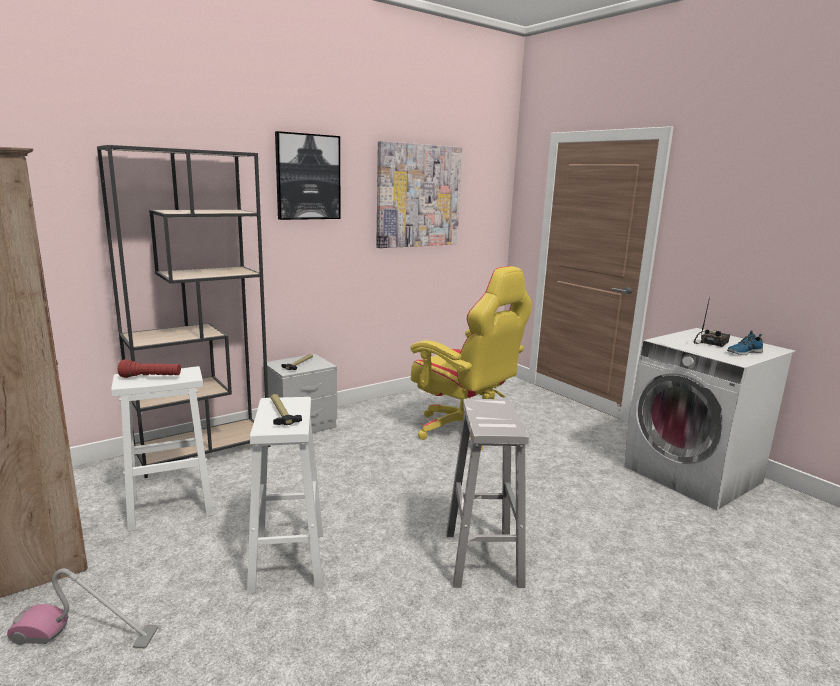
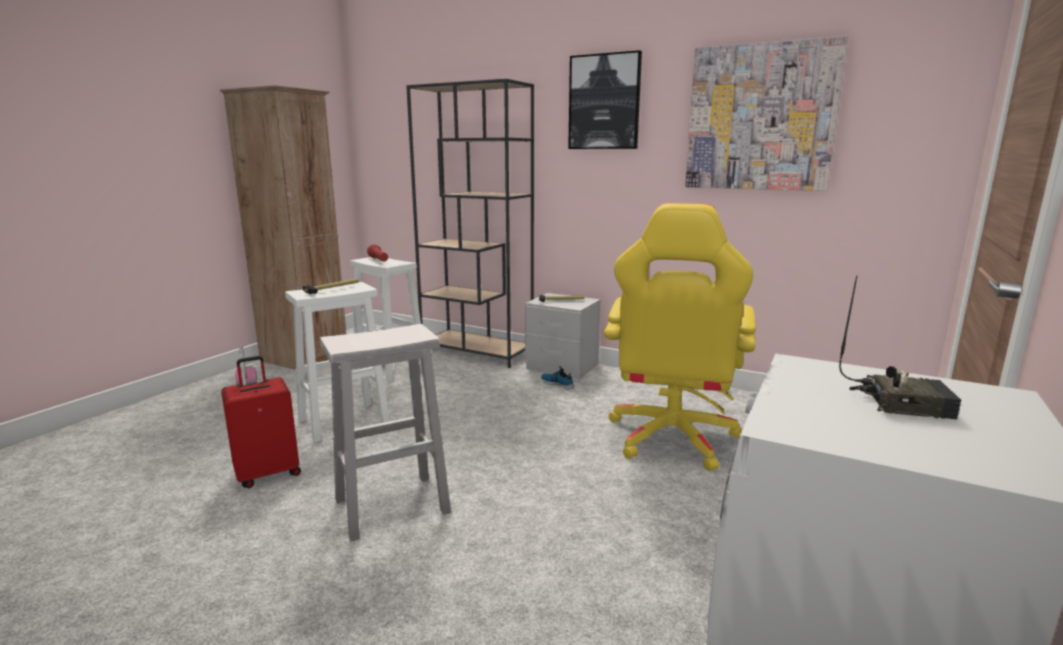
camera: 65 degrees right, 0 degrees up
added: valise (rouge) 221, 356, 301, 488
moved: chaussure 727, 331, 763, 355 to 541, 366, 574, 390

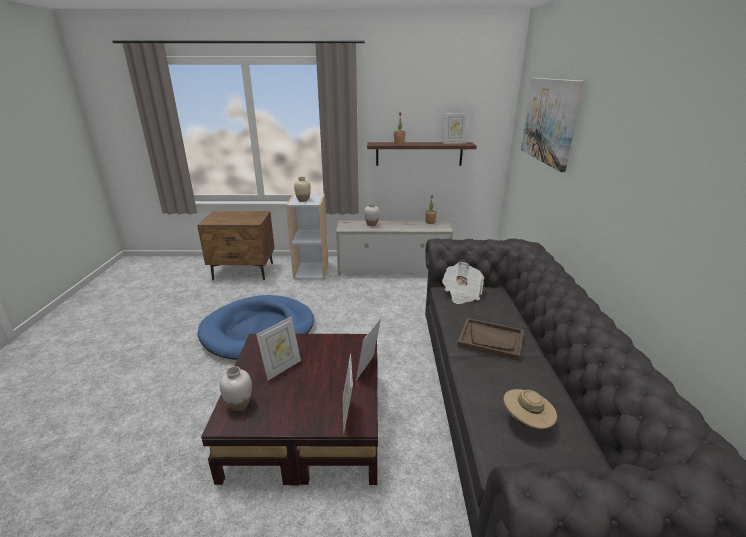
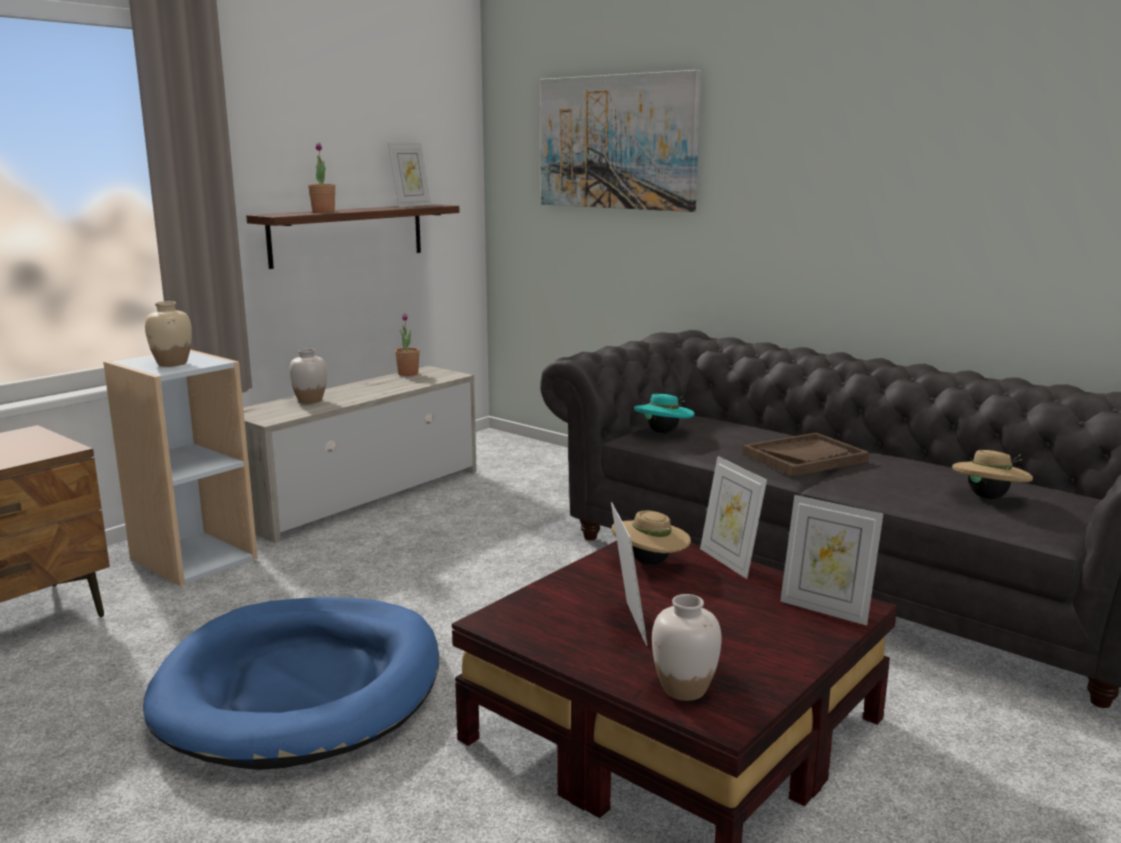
camera: 50 degrees left, 10 degrees down
added: chapeau (beige) 612, 510, 691, 565
replaced: journal 442, 262, 484, 304 to chapeau (turquoise) 634, 394, 695, 433

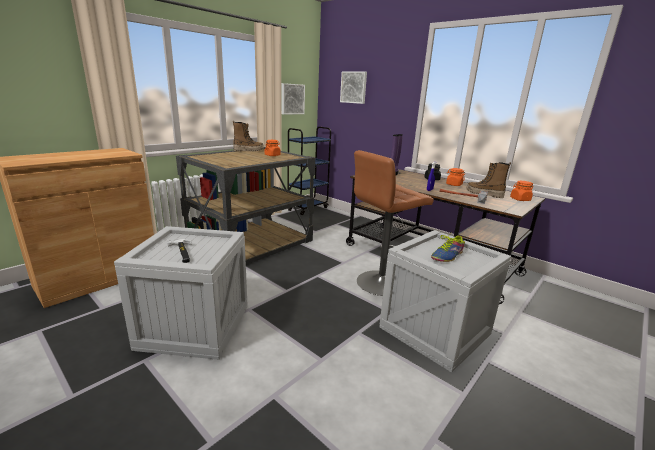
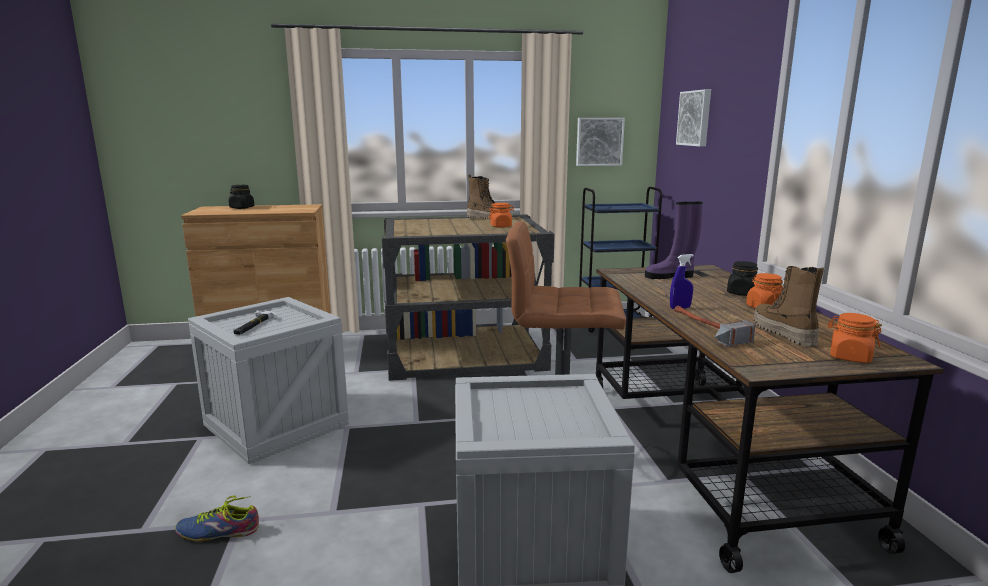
camera: 40 degrees right, 5 degrees down
added: bocal (noir) 228, 185, 254, 209
moved: chaussure 431, 232, 465, 262 to 175, 495, 259, 542

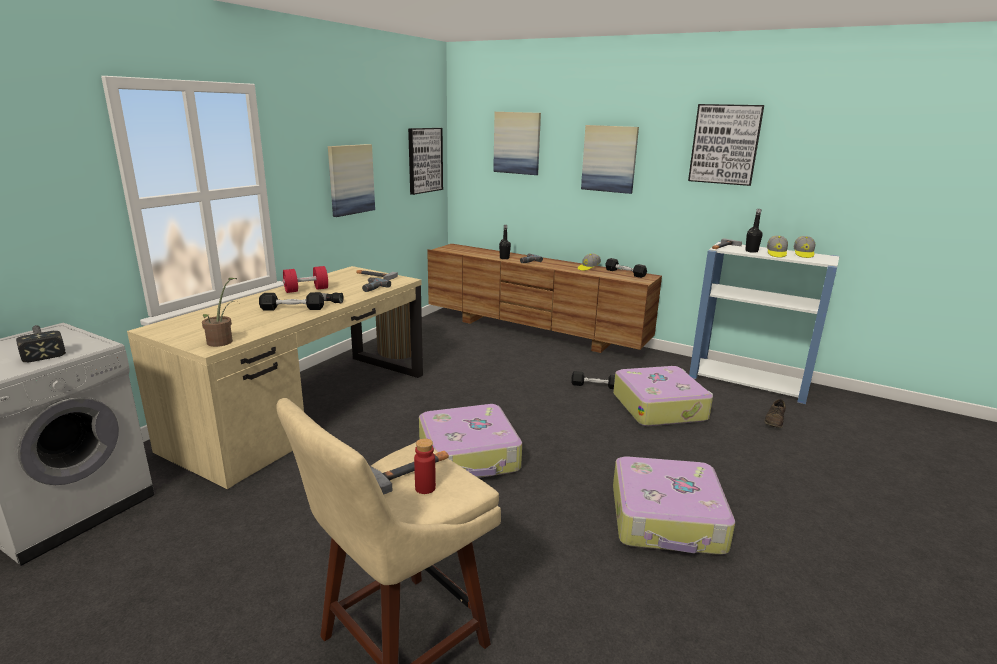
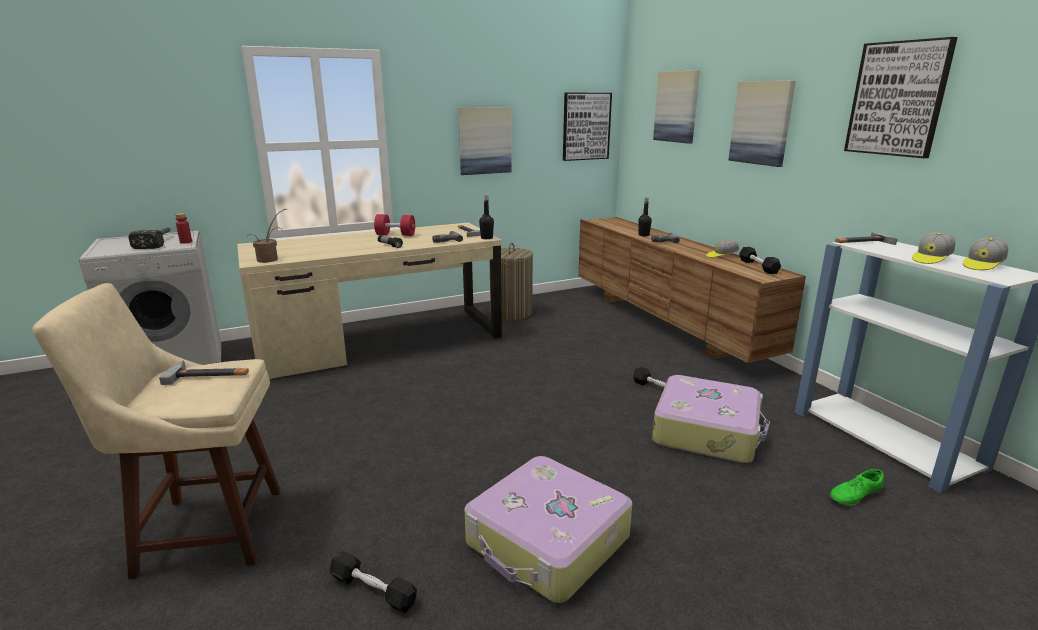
camera: 35 degrees right, 0 degrees up
removed: valise 419, 404, 522, 478
moved: bouteille (rouge) 414, 438, 436, 494 to 175, 213, 192, 244; haltère (noir) 259, 292, 324, 311 to 330, 551, 417, 613; bouteille (noir) 745, 209, 763, 253 to 479, 196, 494, 239
recoloured: chaussure (marron) 764, 399, 786, 428 to chaussure (vert) 829, 469, 884, 507

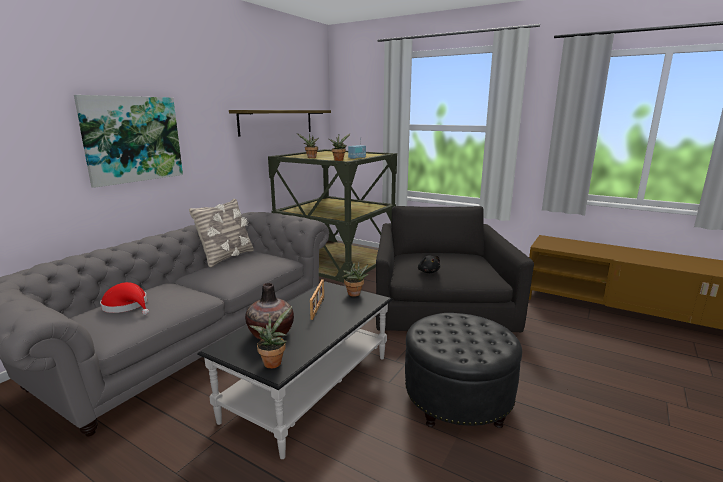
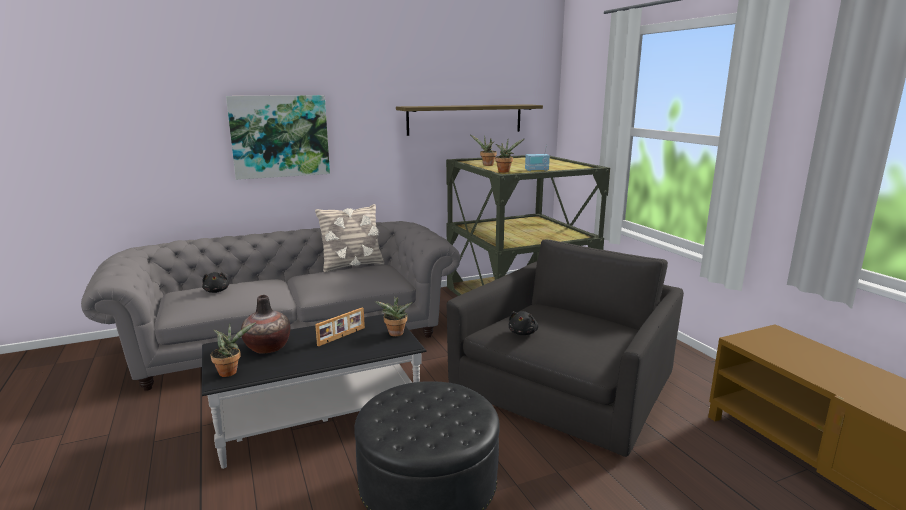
camera: 35 degrees right, 0 degrees up
replaced: chapeau (rouge) 100, 282, 149, 315 to peluche (noir) 202, 272, 230, 293

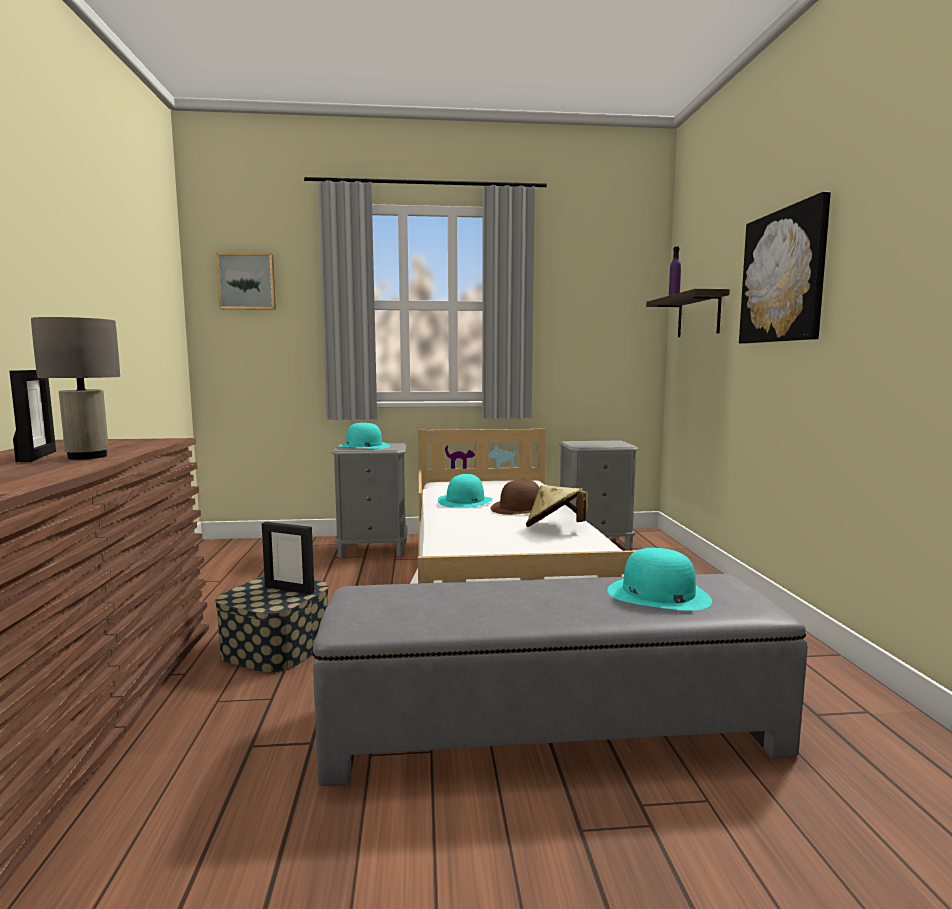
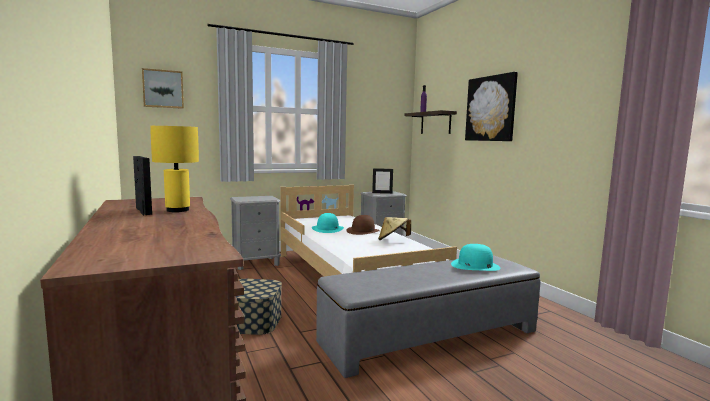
camera: 20 degrees left, 0 degrees up
removed: chapeau (turquoise) 338, 423, 390, 449
moved: cadre photo 262, 522, 315, 594 to 372, 168, 393, 193
recoloured: lampe de table (gris) 31, 317, 120, 460 to lampe de table (jaune) 150, 126, 199, 212

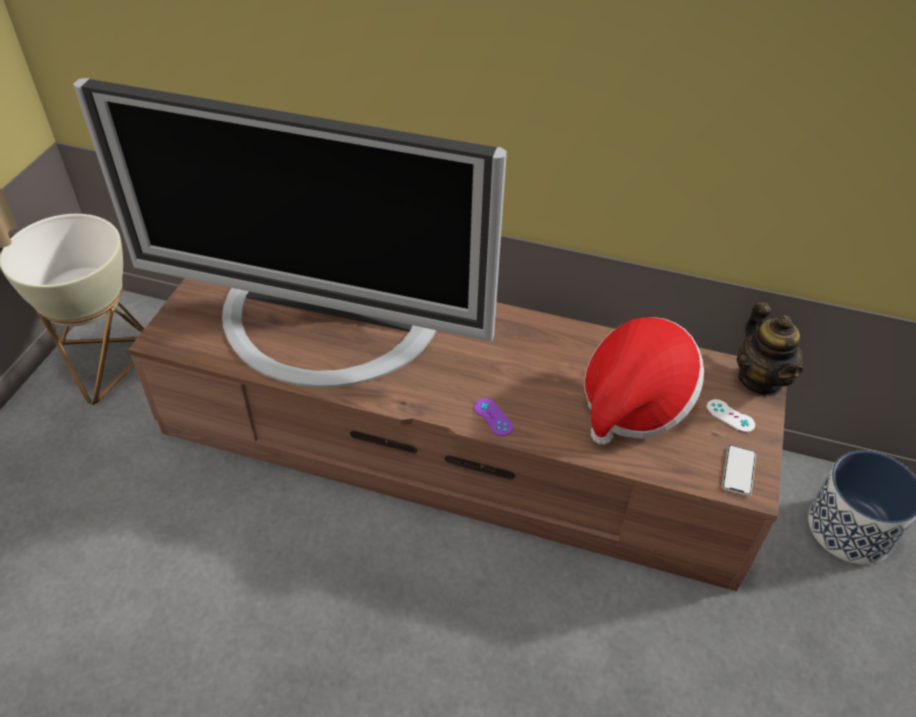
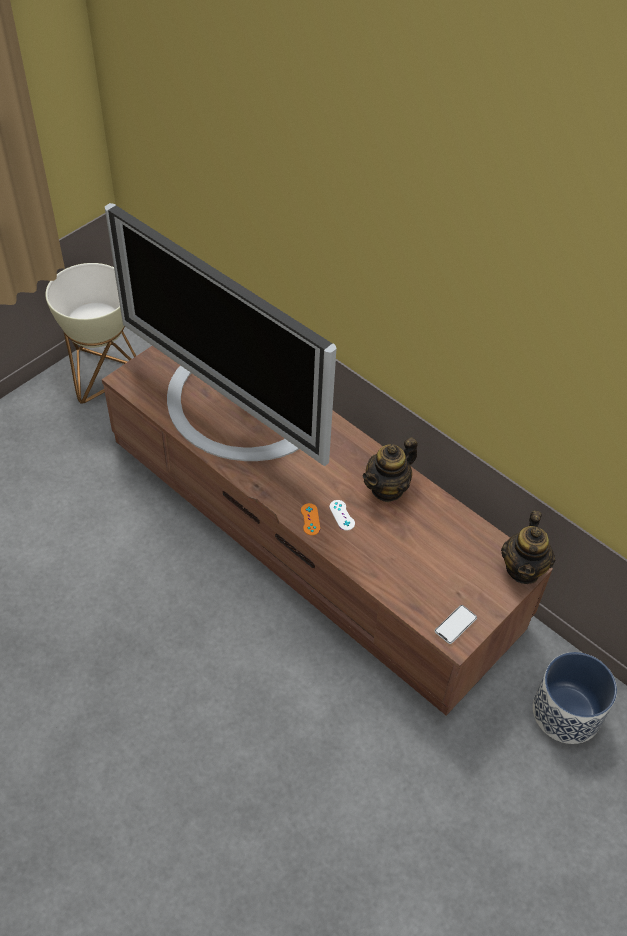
camera: 25 degrees right, 5 degrees up
removed: chapeau 584, 317, 704, 445
added: théière 363, 437, 418, 502
moved: manette (blanc) 706, 399, 755, 433 to 329, 500, 355, 531
recoloured: manette (violet) 474, 398, 513, 436 to manette (orange) 301, 503, 320, 535

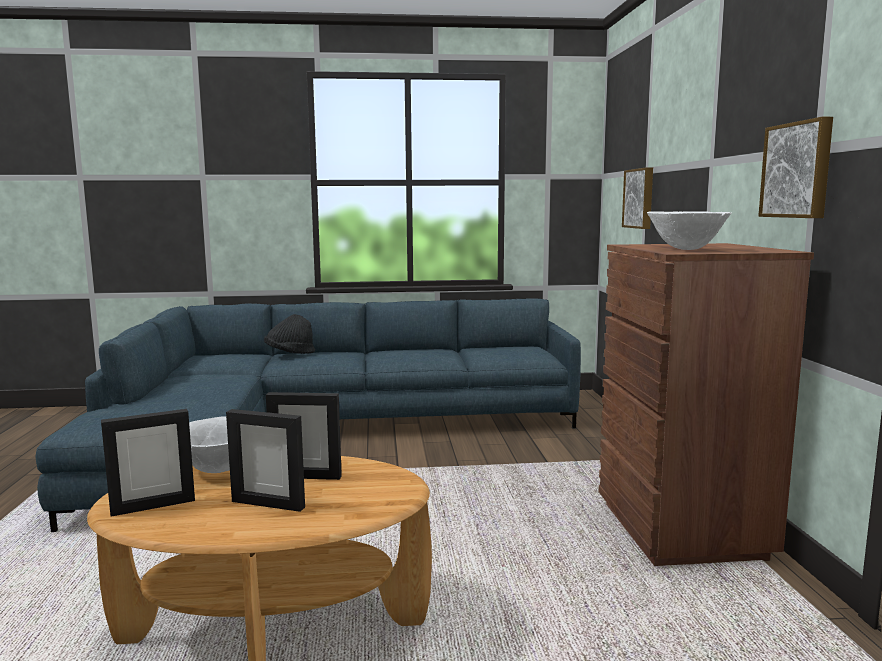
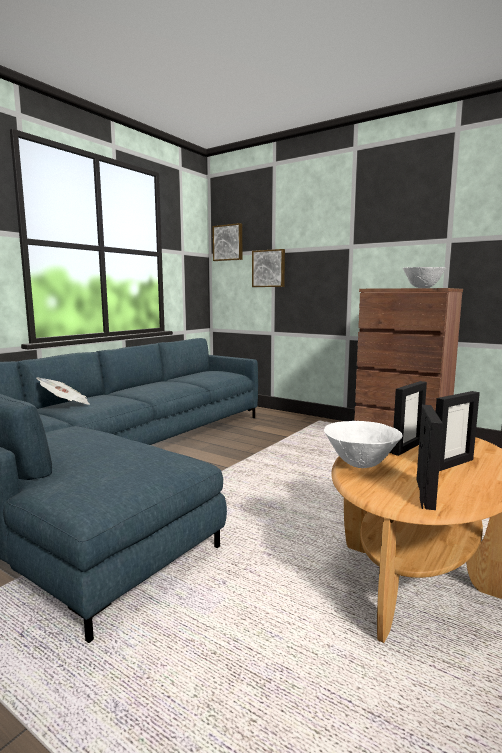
camera: 50 degrees left, 0 degrees up
moved: tableau 758, 117, 833, 218 to 212, 223, 242, 261
replaced: chapeau (noir) 264, 314, 315, 354 to journal 37, 378, 90, 405

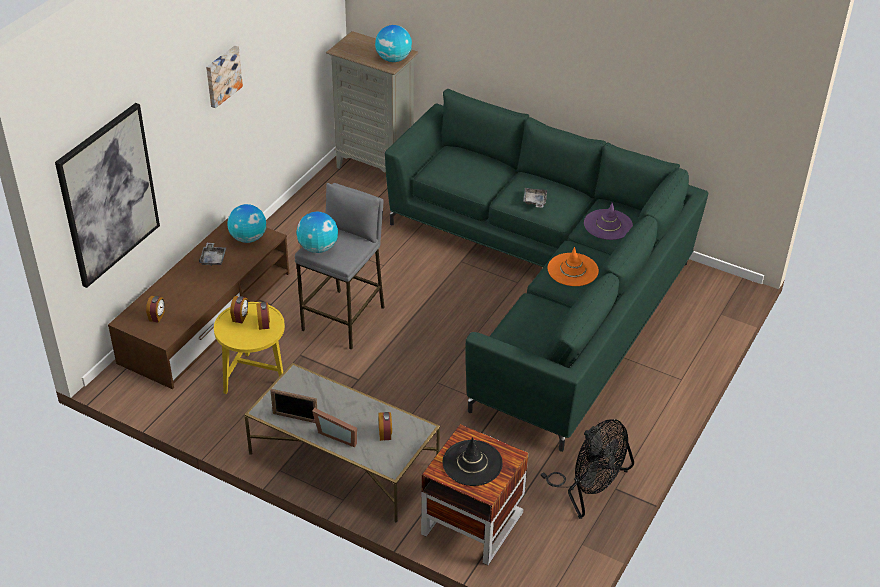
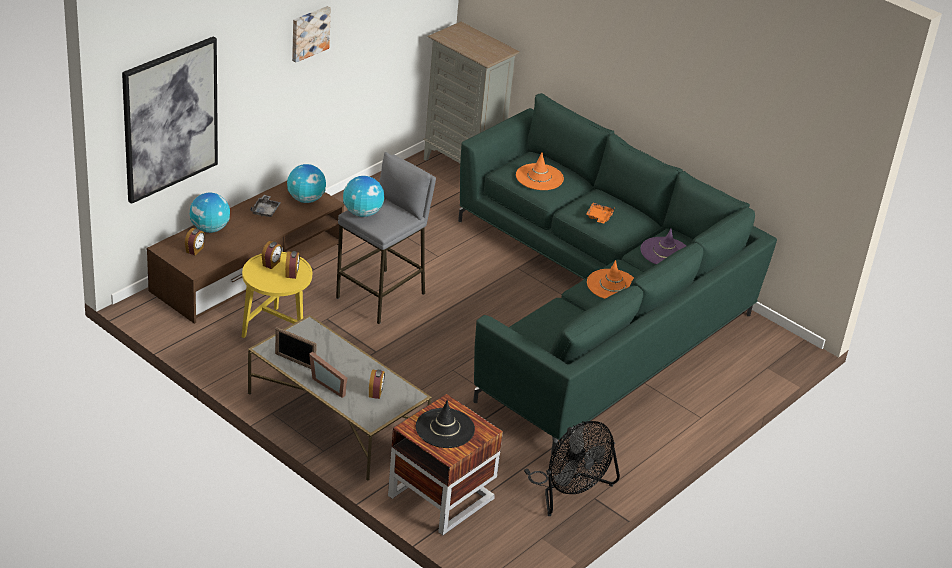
camera: 10 degrees right, 5 degrees down
added: chapeau (orange) 516, 153, 564, 190
moved: globe 375, 25, 412, 62 to 190, 193, 230, 233
recoloured: plateau (gris) 523, 188, 547, 208 to plateau (orange) 586, 203, 615, 223

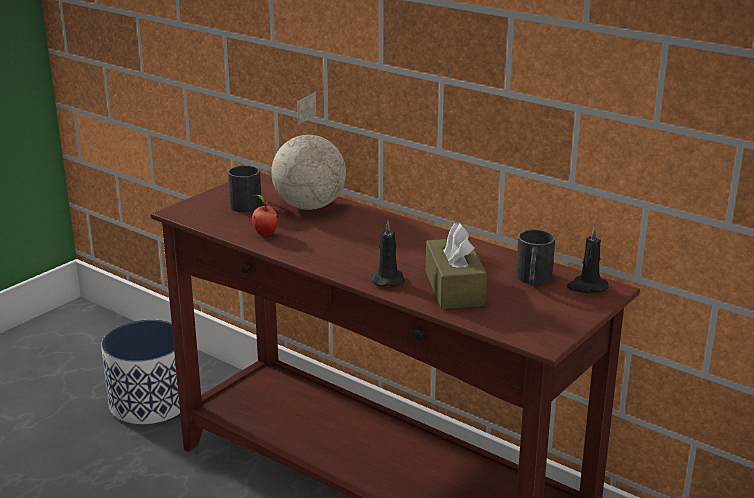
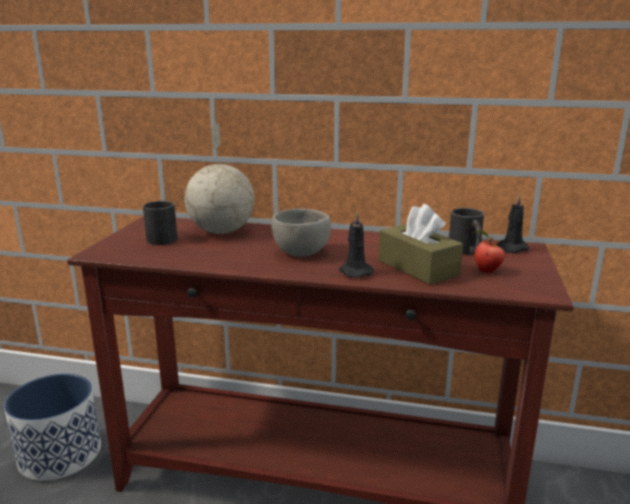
camera: 25 degrees left, 5 degrees down
added: bol (gris) 272, 209, 331, 257
moved: pomme 252, 195, 278, 236 to 473, 231, 505, 273

